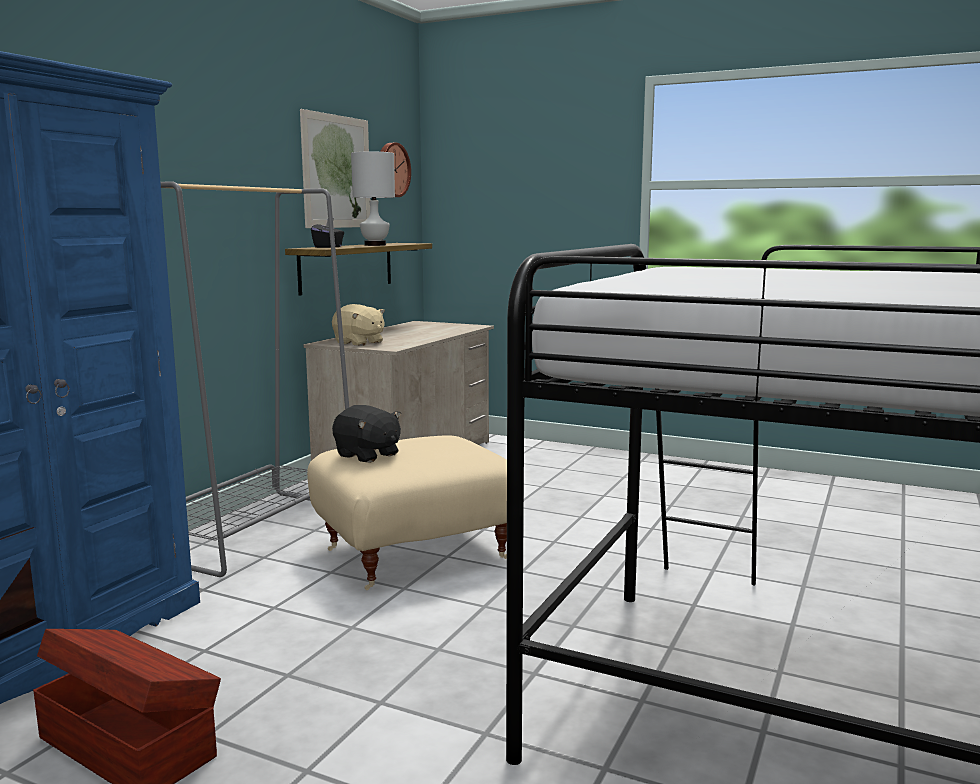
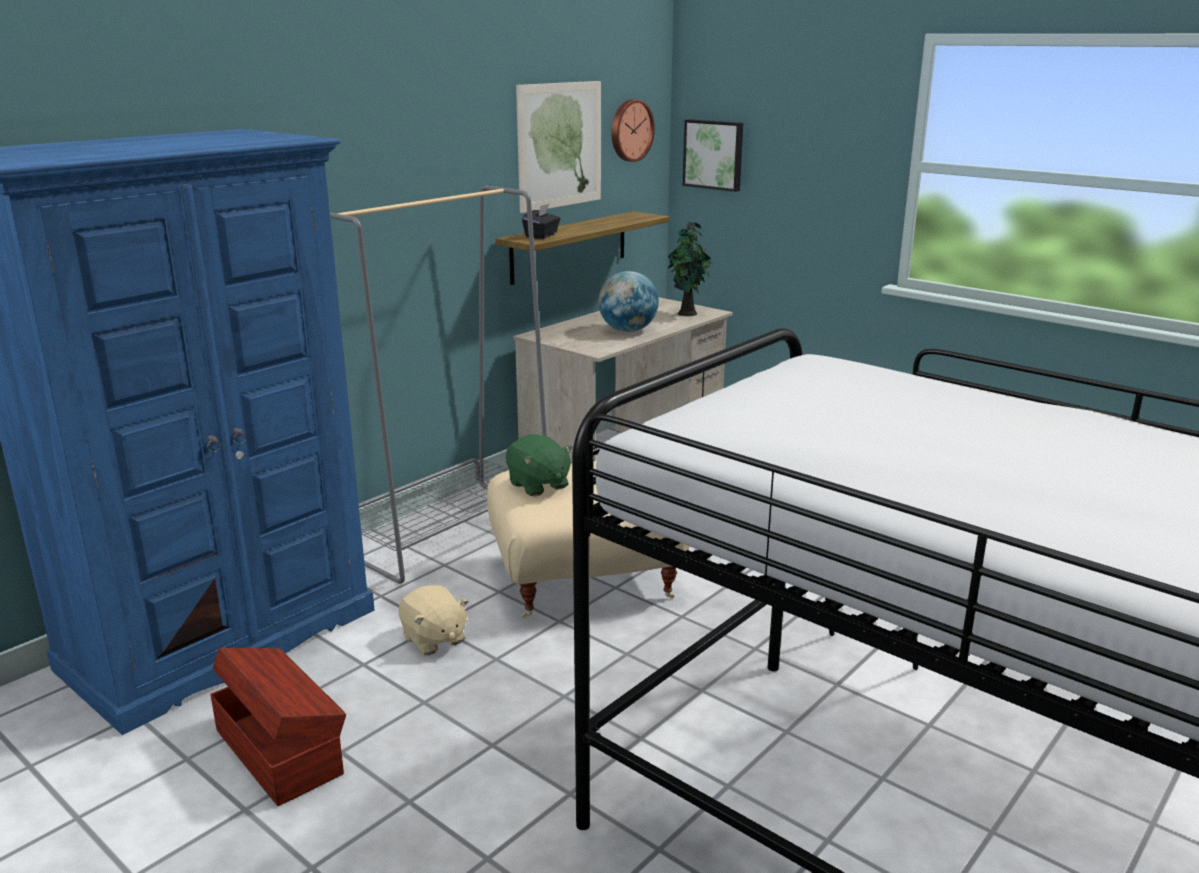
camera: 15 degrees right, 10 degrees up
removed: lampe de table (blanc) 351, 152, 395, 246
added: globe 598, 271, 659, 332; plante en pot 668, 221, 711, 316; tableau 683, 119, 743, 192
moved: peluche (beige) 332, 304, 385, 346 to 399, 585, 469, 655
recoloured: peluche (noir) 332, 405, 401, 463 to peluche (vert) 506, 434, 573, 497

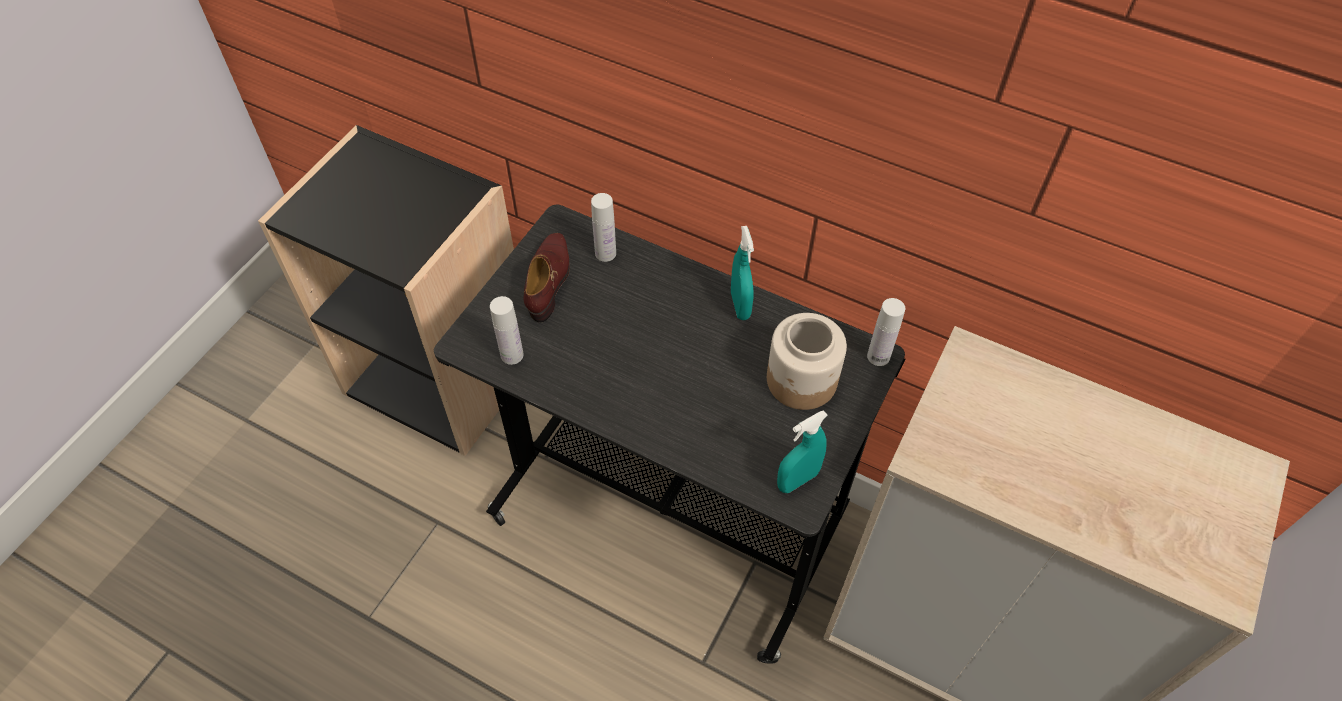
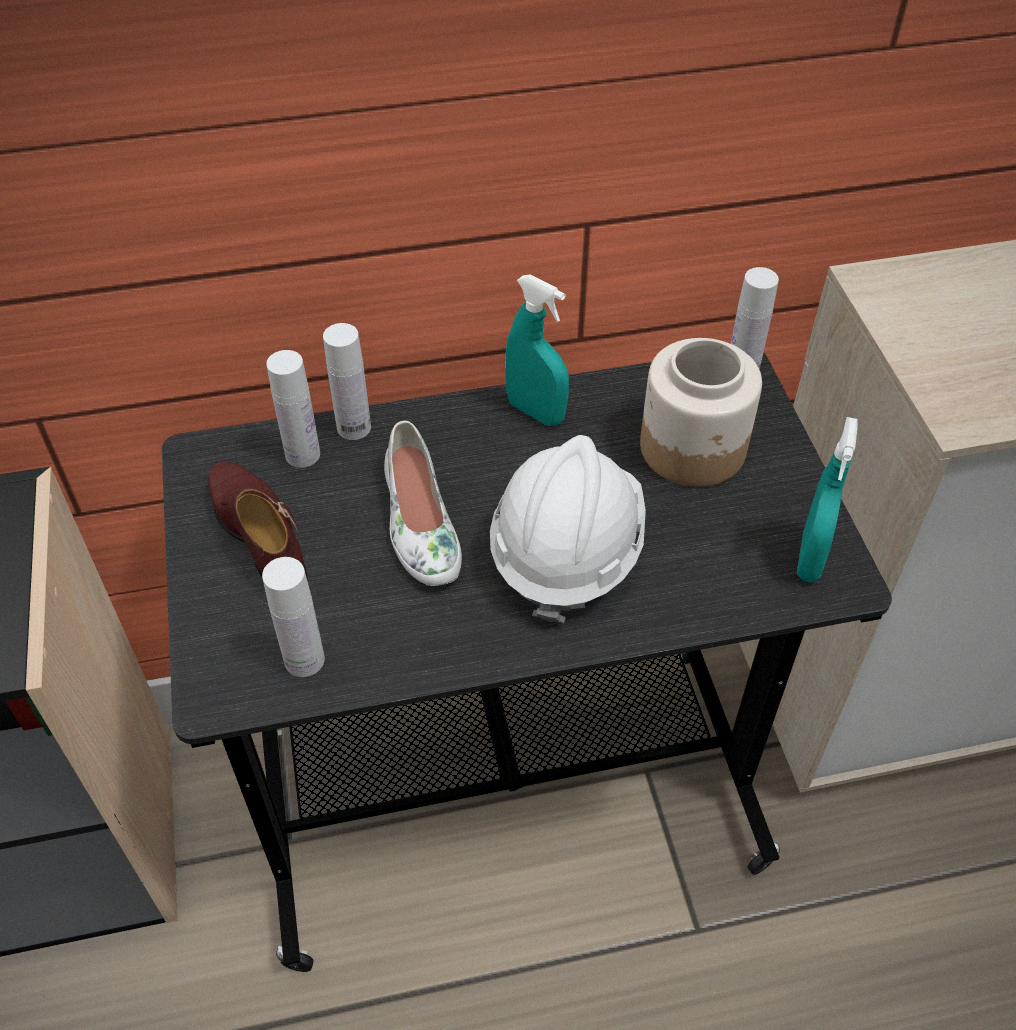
camera: 40 degrees left, 5 degrees down
added: bouteille (blanc) 323, 323, 371, 440; chaussure (blanc) 384, 421, 462, 586; casque de chantier (blanc) 490, 435, 646, 623

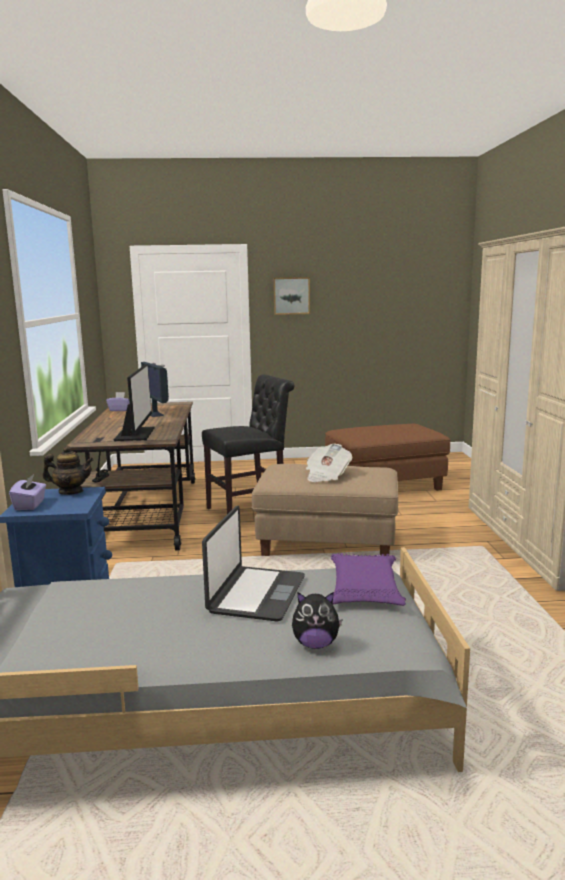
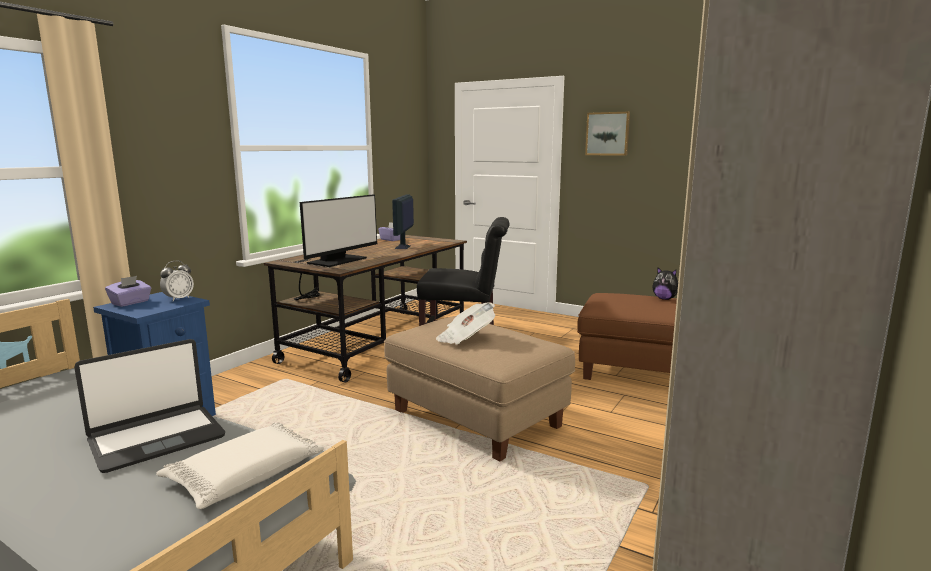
camera: 35 degrees right, 0 degrees up
moved: peluche 292, 592, 343, 649 to 652, 267, 678, 300
replaced: théière 43, 446, 94, 495 to réveil 160, 261, 194, 301
recoloured: coussin (violet) 331, 553, 406, 606 to coussin (blanc) 156, 422, 324, 509

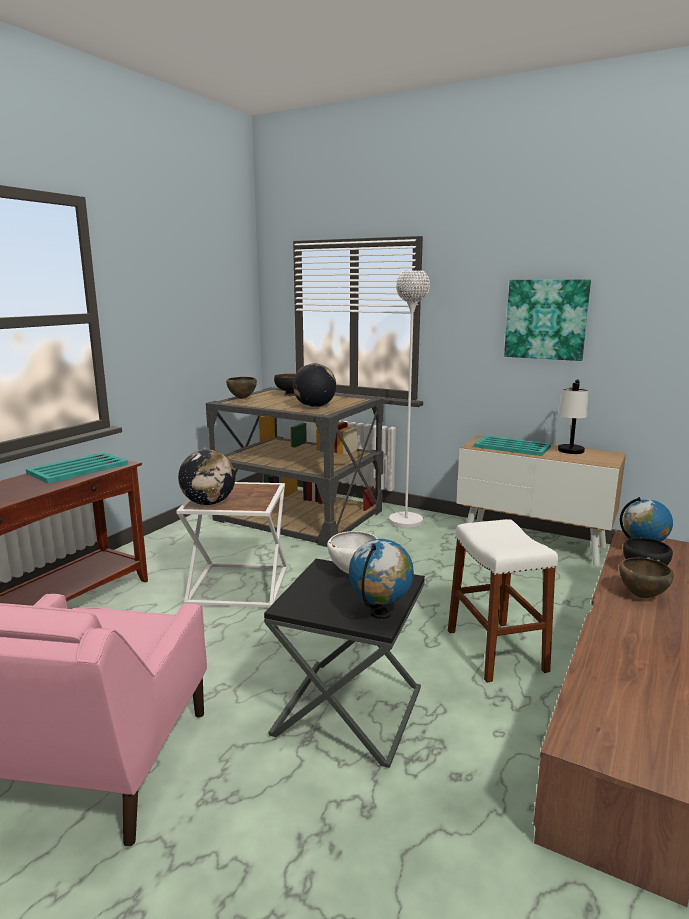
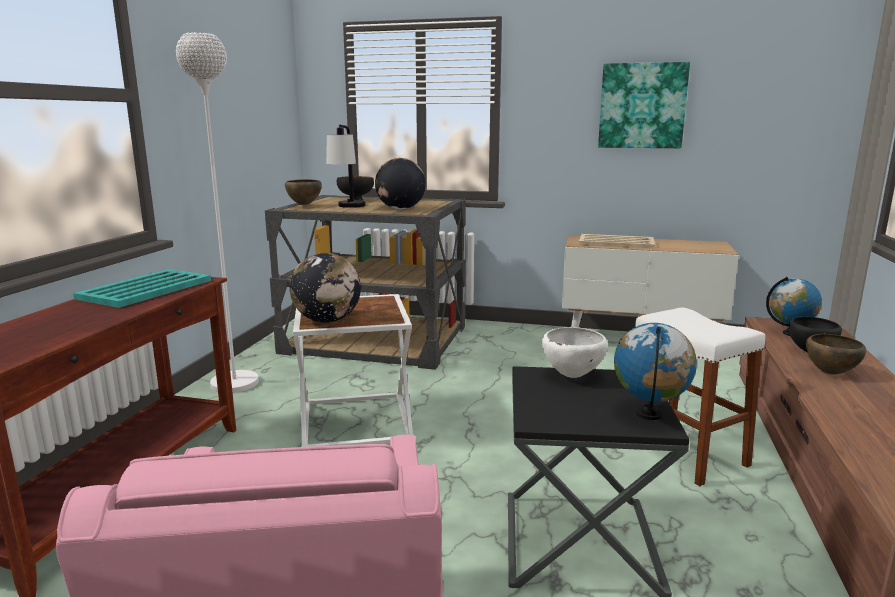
camera: 15 degrees left, 0 degrees up
moved: lampadaire (blanc) 389, 270, 430, 528 to 176, 32, 259, 393; lampe de table 558, 379, 588, 454 to 326, 125, 365, 208
recoloured: plateau (turquoise) 474, 436, 551, 456 to plateau (beige) 579, 234, 655, 249

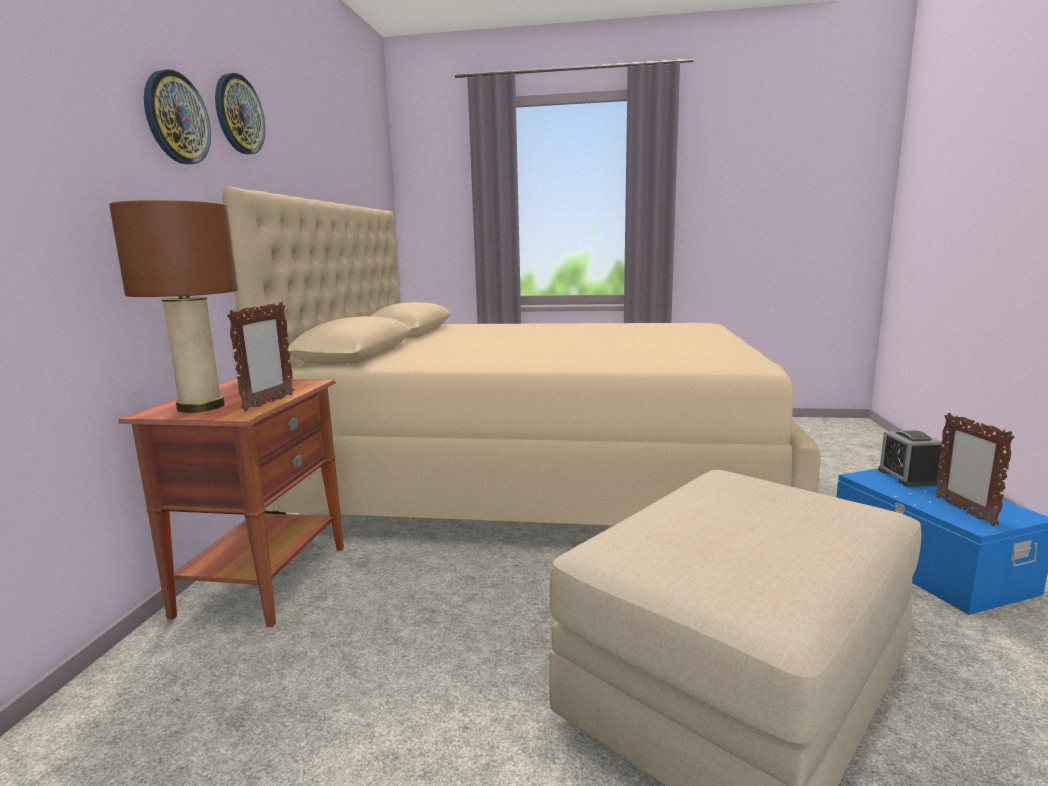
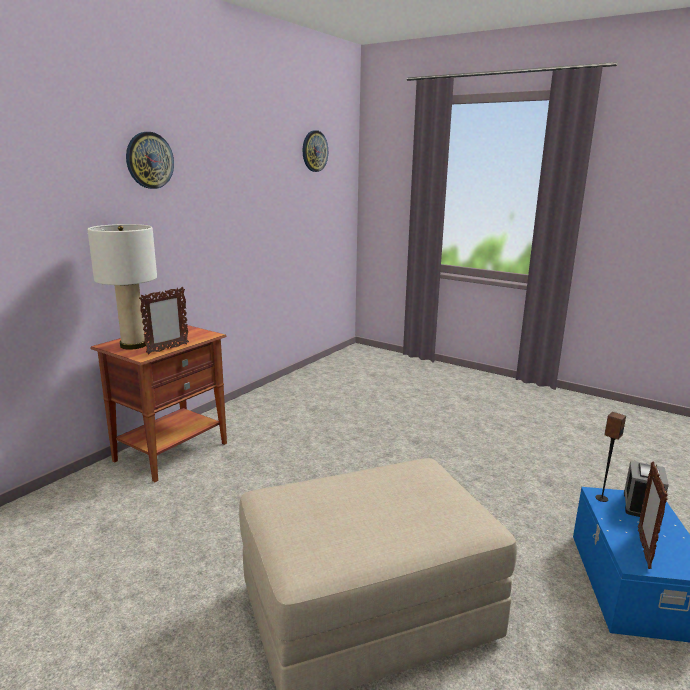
camera: 25 degrees right, 5 degrees up
removed: lit (beige) 222, 187, 820, 526
added: enceinte 595, 412, 626, 502
moved: horloge murale 215, 73, 265, 155 to 303, 130, 328, 172
recoloured: lampe de table (marron) 109, 200, 238, 413 to lampe de table (blanc) 87, 224, 157, 350

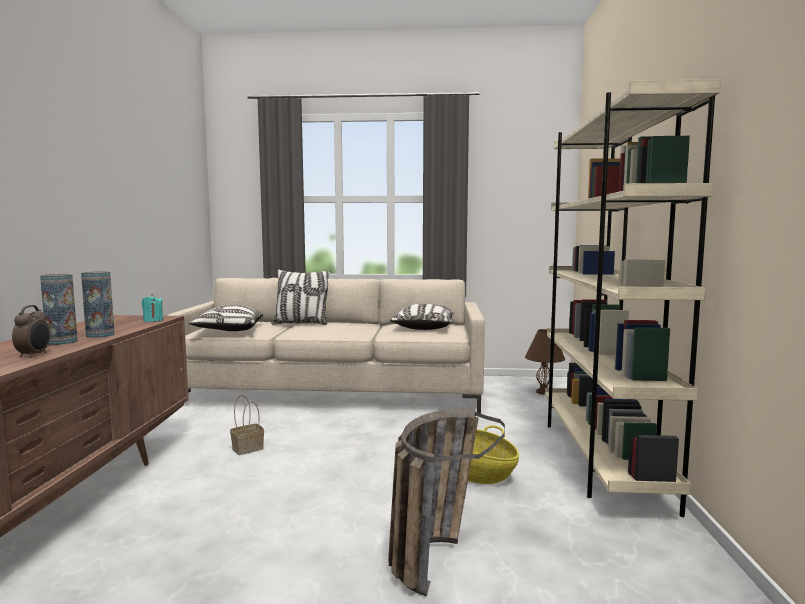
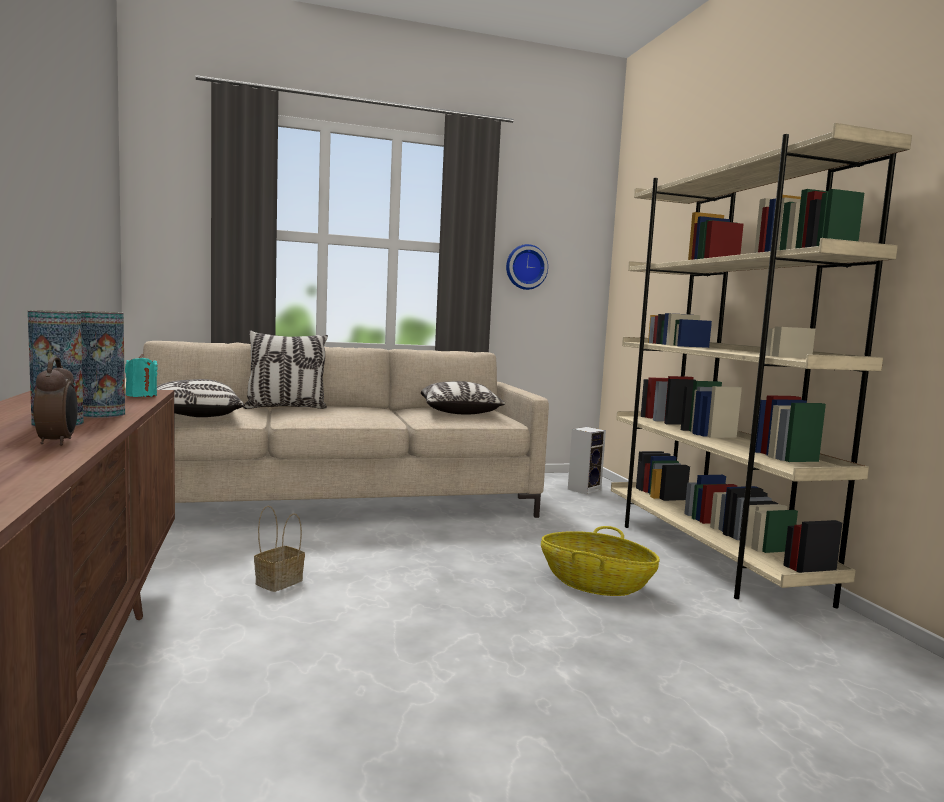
camera: 20 degrees left, 0 degrees up
removed: panier 388, 409, 505, 597
added: horloge murale 506, 244, 548, 290
replaced: lampe de table (marron) 525, 329, 565, 395 to enceinte 568, 427, 606, 495

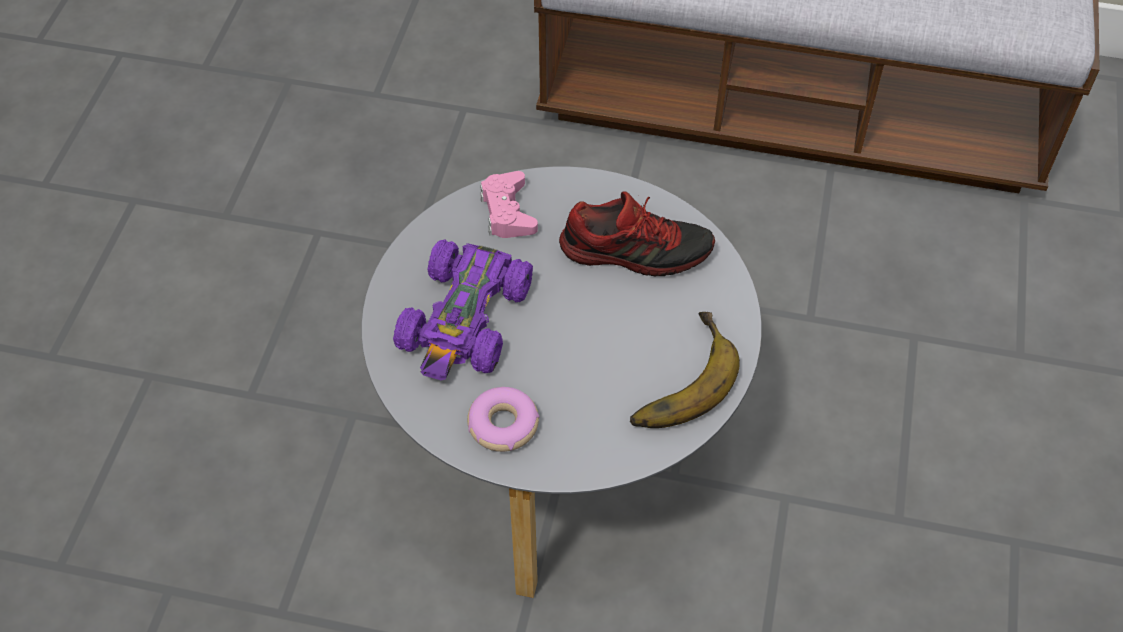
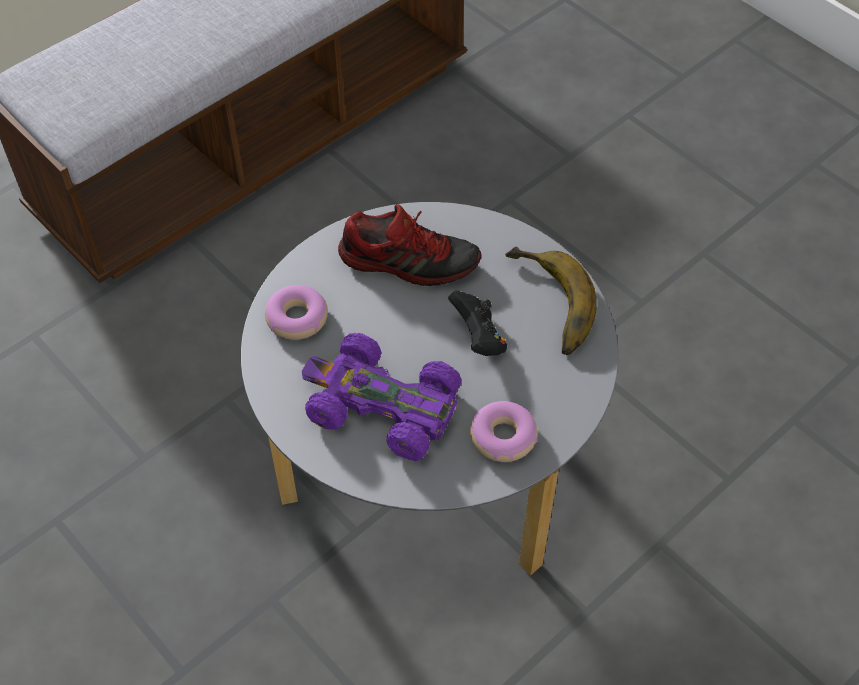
camera: 55 degrees left, 0 degrees up
added: manette (noir) 448, 290, 507, 356
replaced: manette (rose) 480, 171, 538, 238 to beignet 265, 285, 328, 340
turned: petite voiture (violet) 393, 239, 533, 380 = 302, 333, 461, 461 150 degrees clockwise; chaussure 559, 191, 715, 277 = 338, 204, 481, 286 60 degrees clockwise

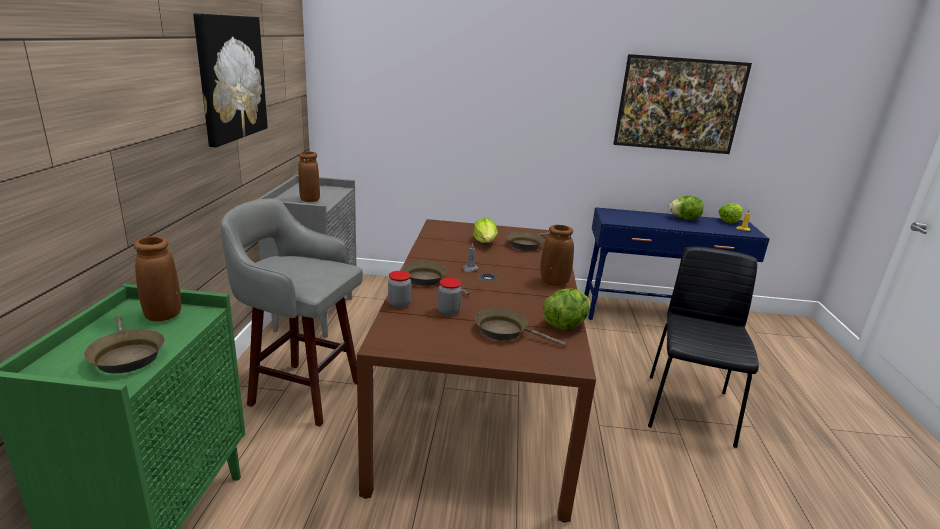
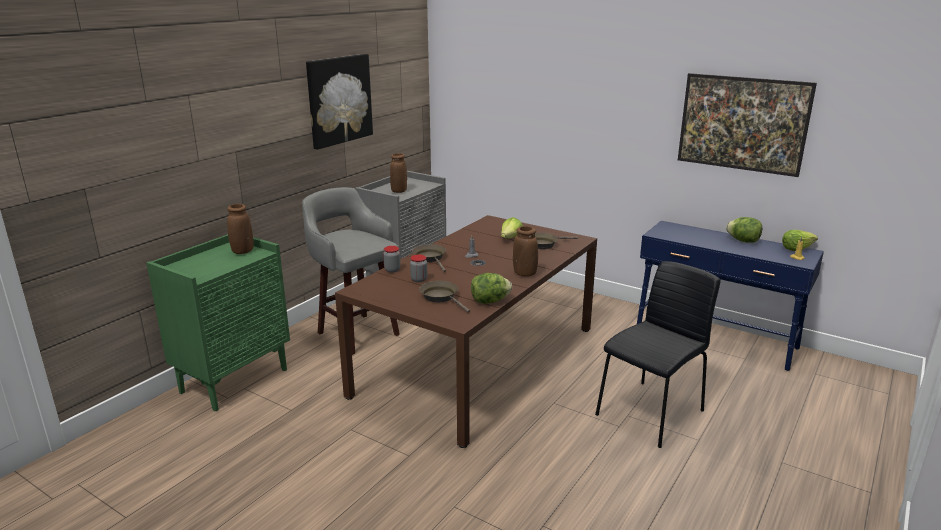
camera: 30 degrees right, 0 degrees up
removed: poêle (marron) 84, 316, 165, 374

